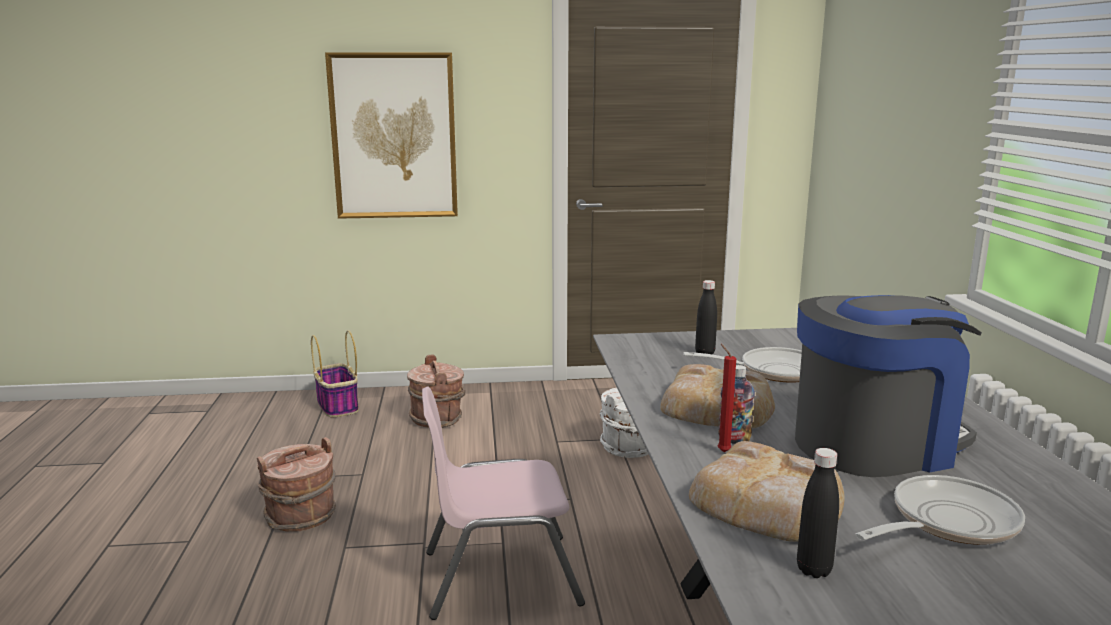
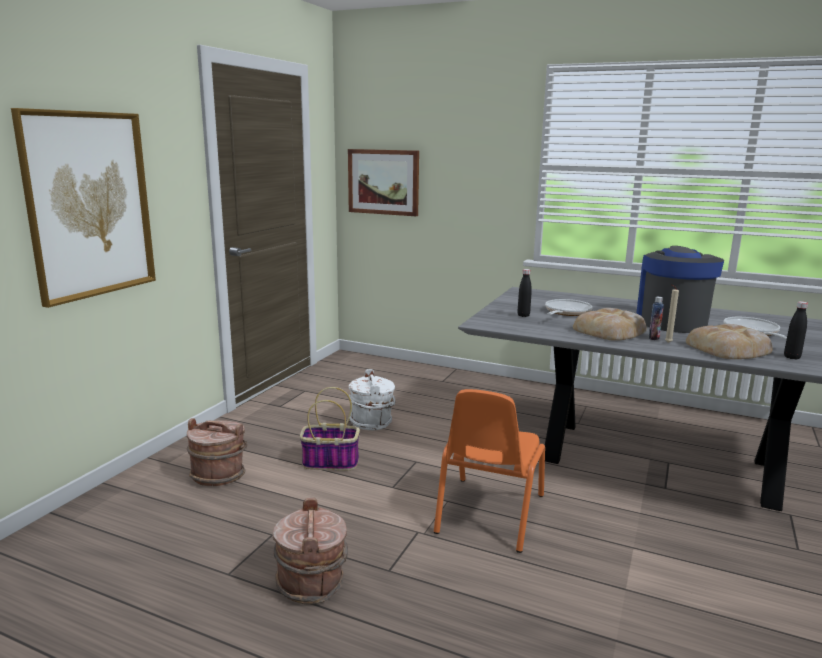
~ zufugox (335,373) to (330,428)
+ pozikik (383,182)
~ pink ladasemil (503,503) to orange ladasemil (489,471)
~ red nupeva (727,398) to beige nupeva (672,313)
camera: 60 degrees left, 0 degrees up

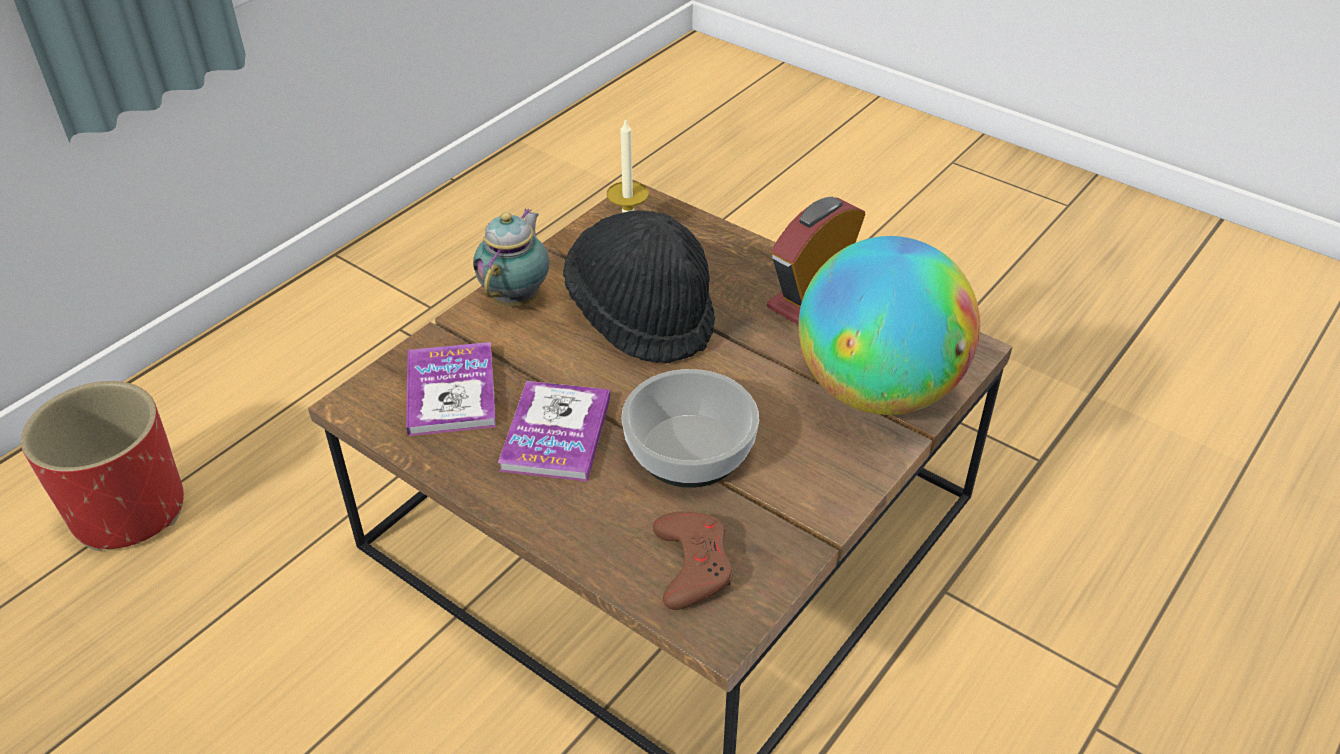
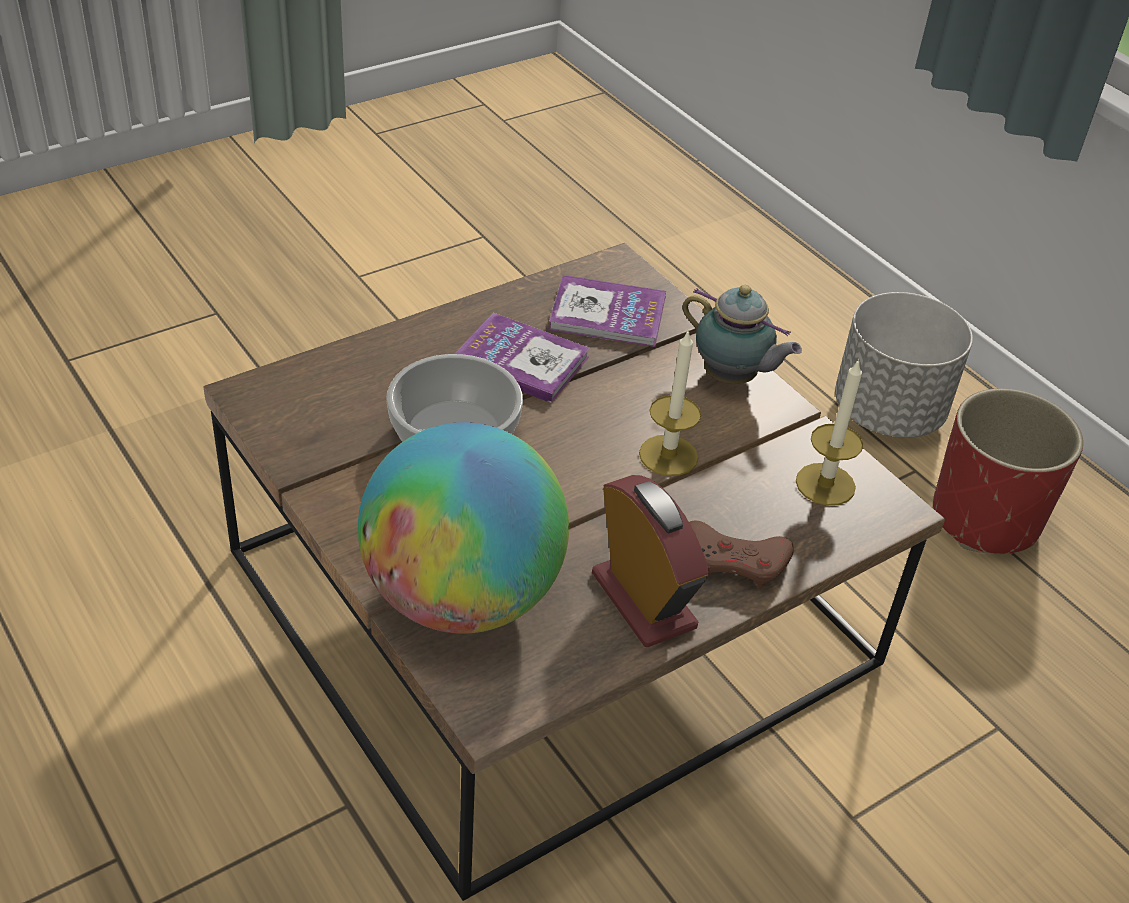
~ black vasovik (639,286) to nupeva (670,402)
~ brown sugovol (693,561) to (741,555)
+ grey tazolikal (904,365)
~ red tazolikal (102,466) to (1008,471)
camera: 105 degrees right, 0 degrees up

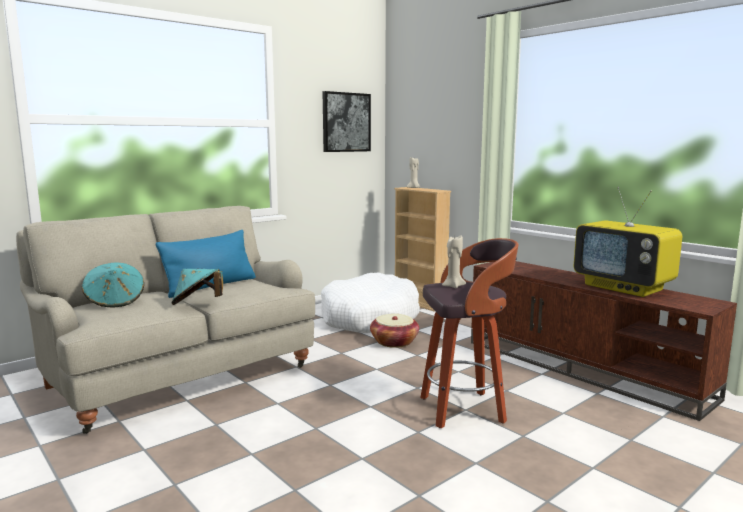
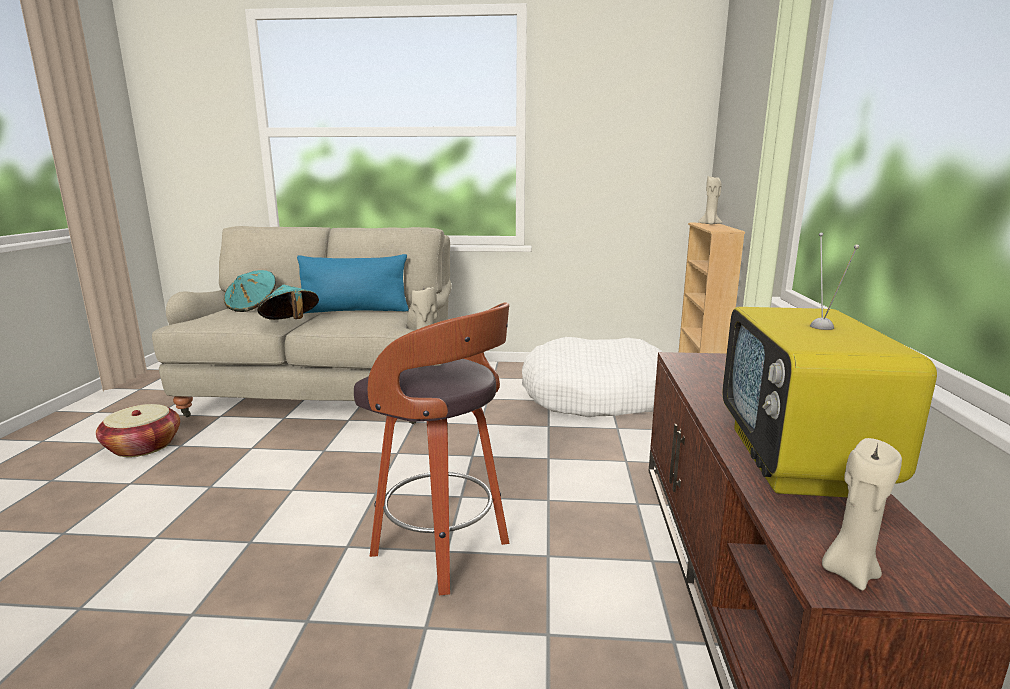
~ zufugox (394,331) to (138,430)
+ beige nupeva (862,514)
- pozikik (346,121)
camera: 45 degrees right, 5 degrees up

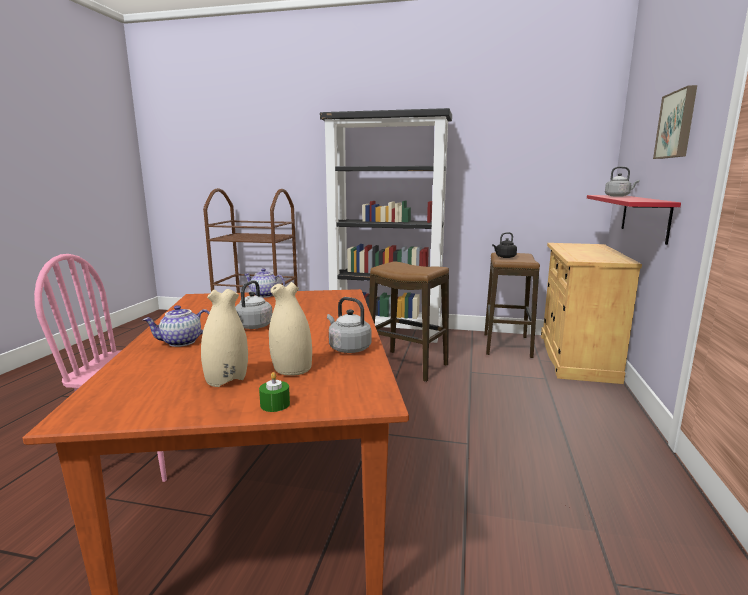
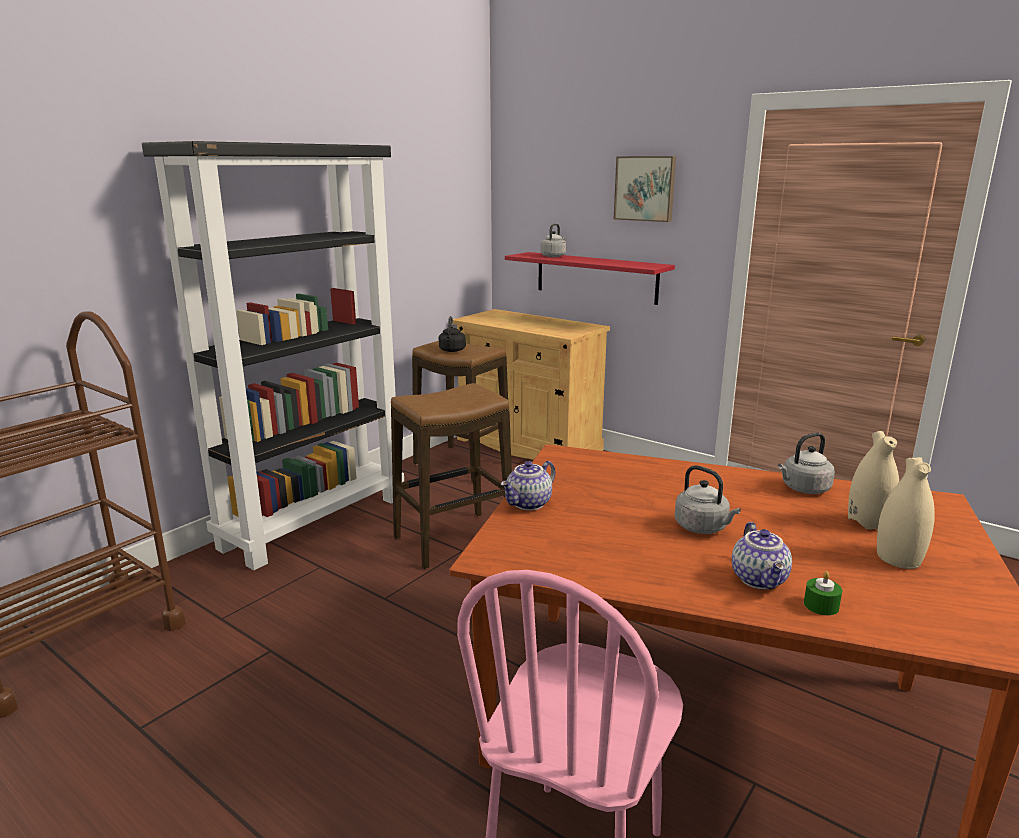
~ green nupeva (274,392) to (823,593)
camera: 65 degrees left, 5 degrees up

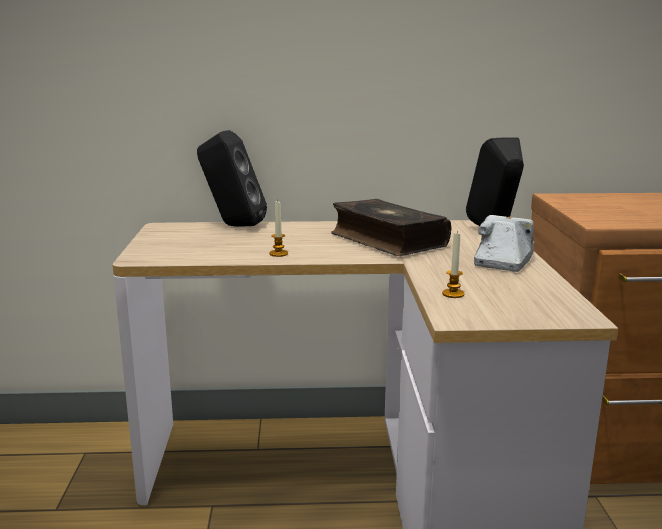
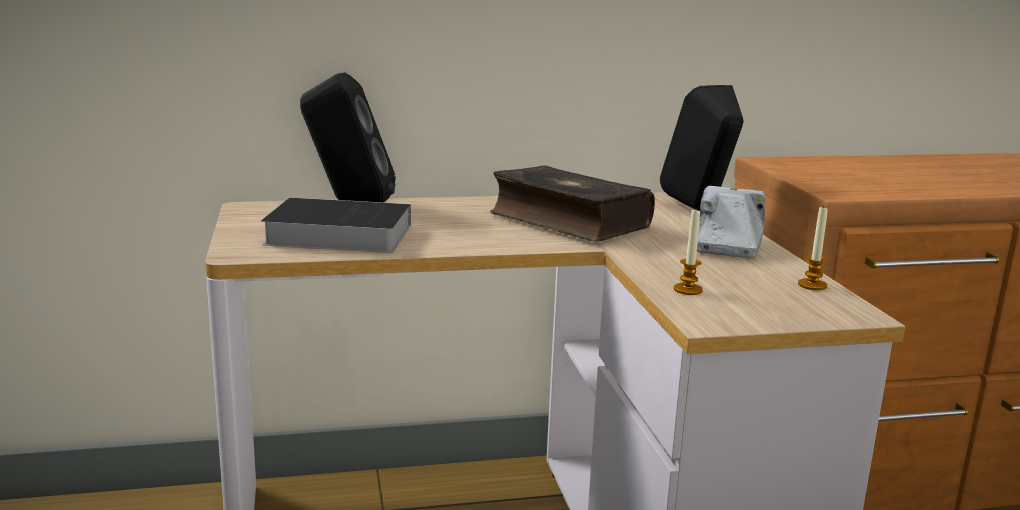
+ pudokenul (336,225)
~ nupeva (278,228) to (813,248)
camera: 10 degrees left, 0 degrees up

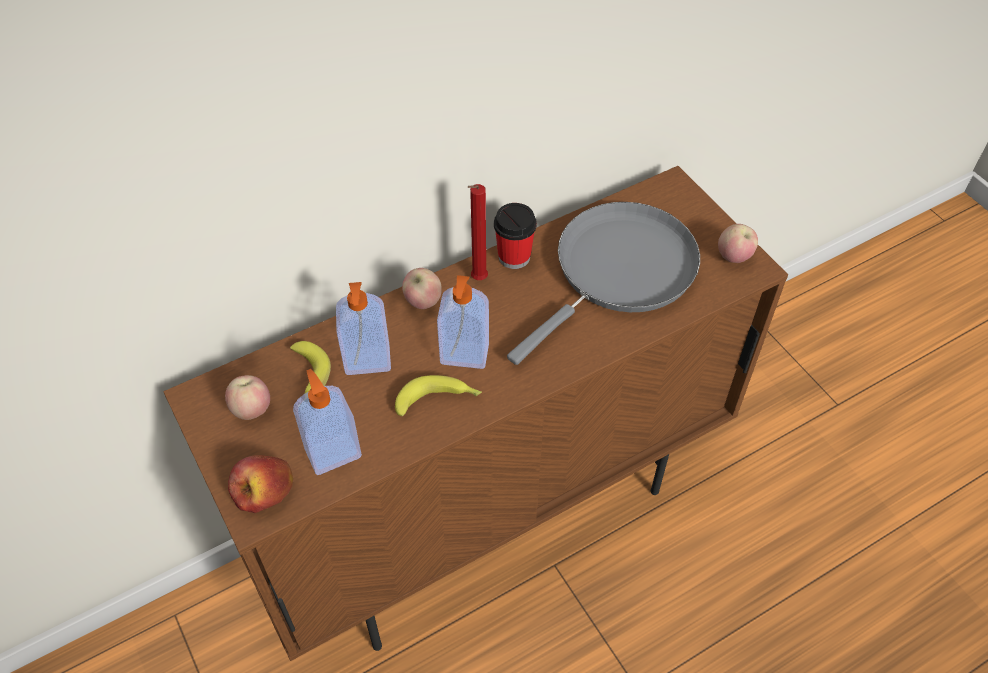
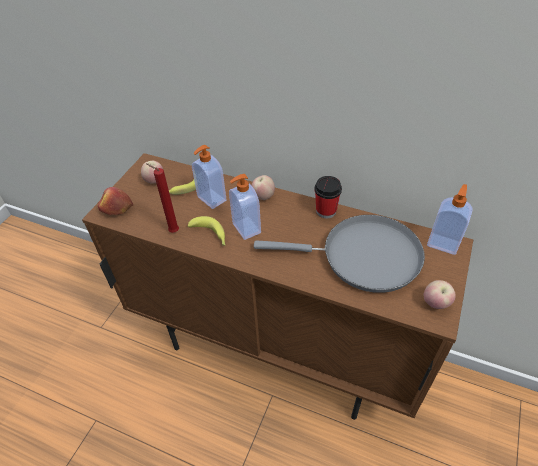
~ red nupeva (478,232) to (162,198)
~ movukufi (327,422) to (449,219)
camera: 55 degrees right, 5 degrees down

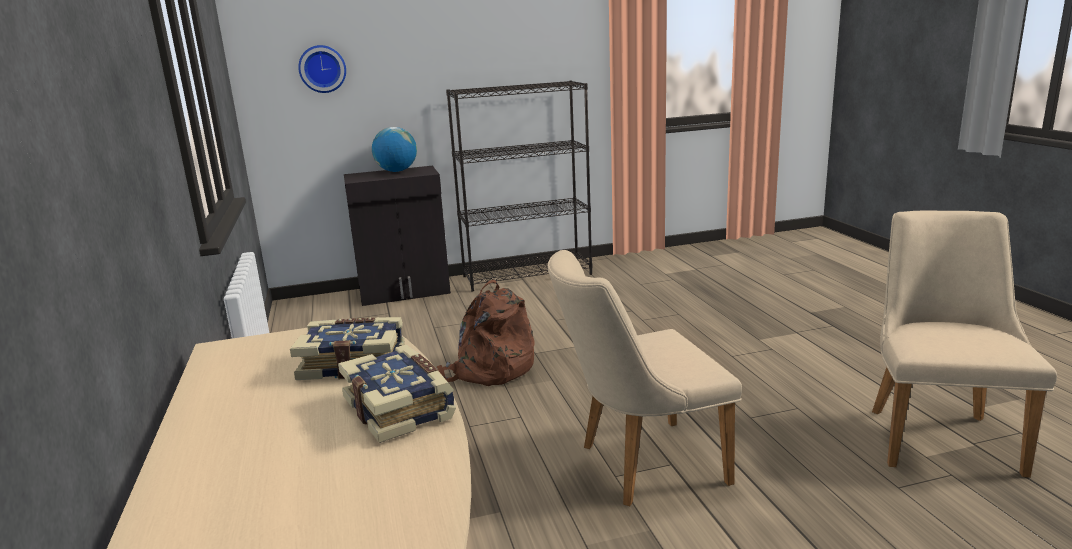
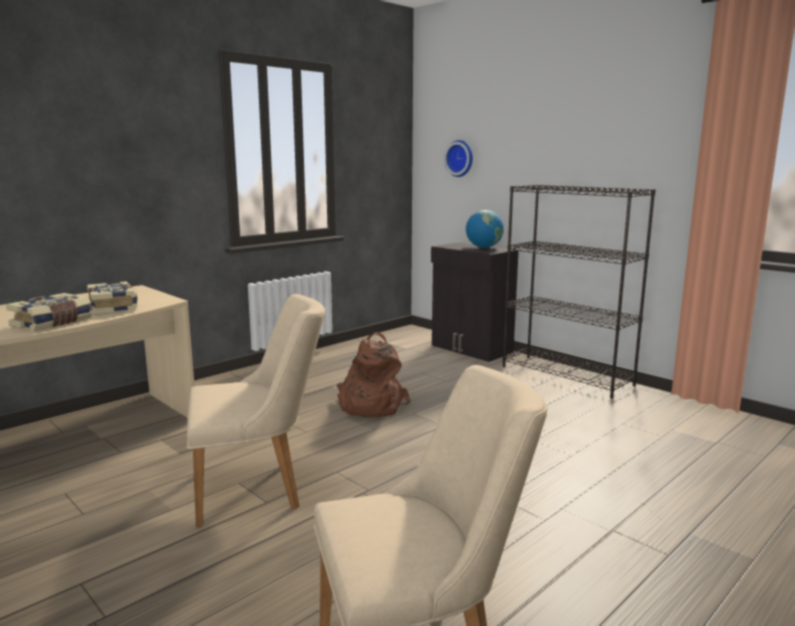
~ beige ladasemil (645,378) = (256,410) 120 degrees clockwise
camera: 60 degrees right, 5 degrees down

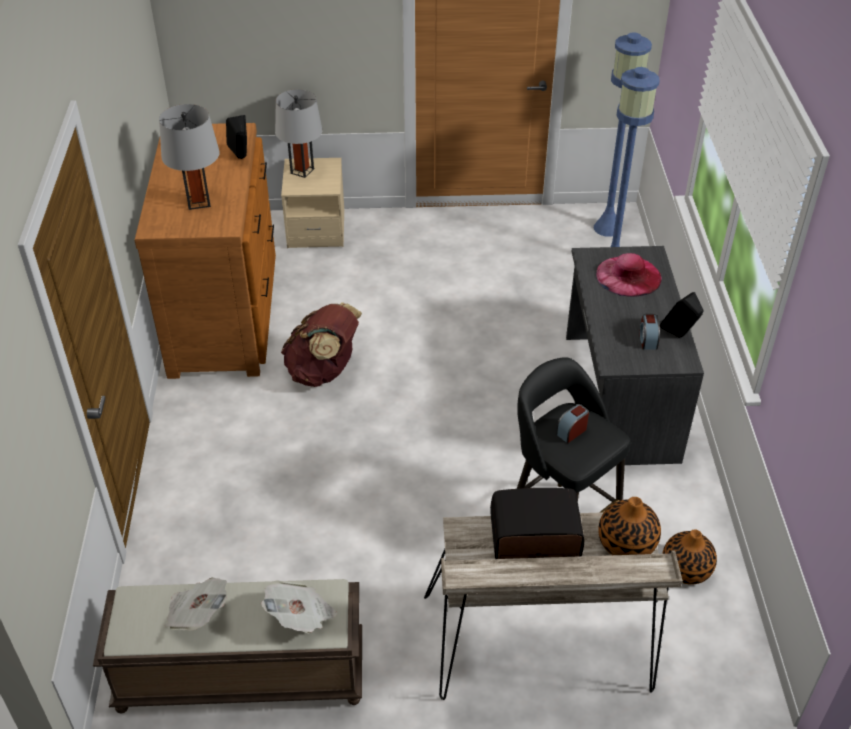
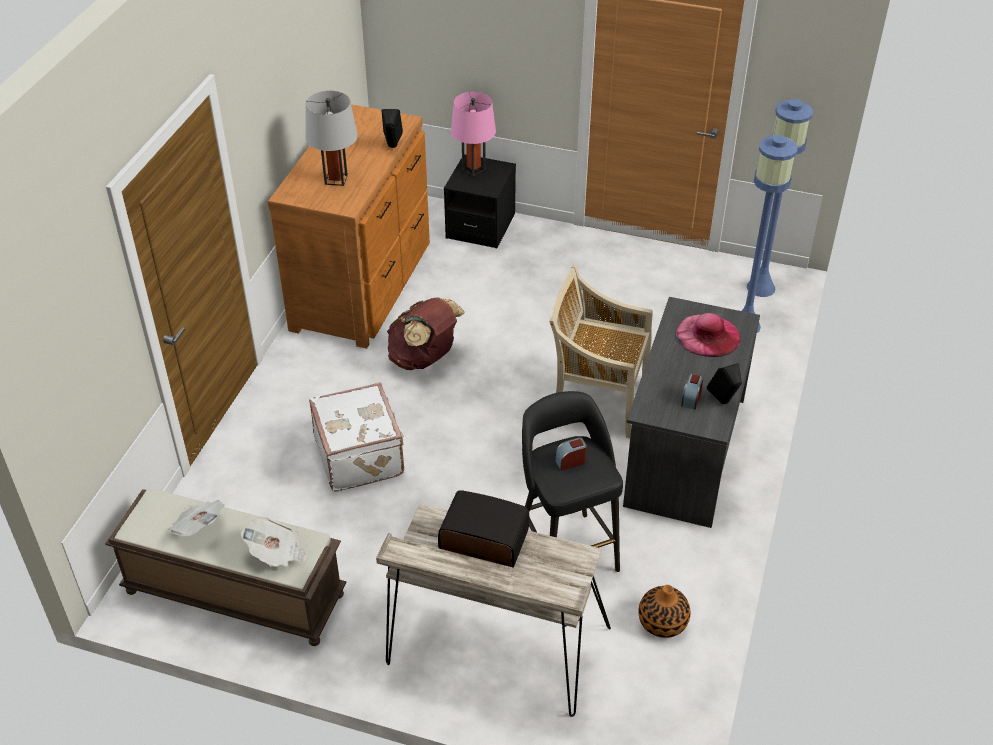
+ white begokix (356,437)
~ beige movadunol (312,203) to black movadunol (480,201)
~ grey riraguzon (298,133) to pink riraguzon (473,134)
+ beige ladasemil (600,351)
- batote (629,526)
camera: 20 degrees right, 0 degrees up

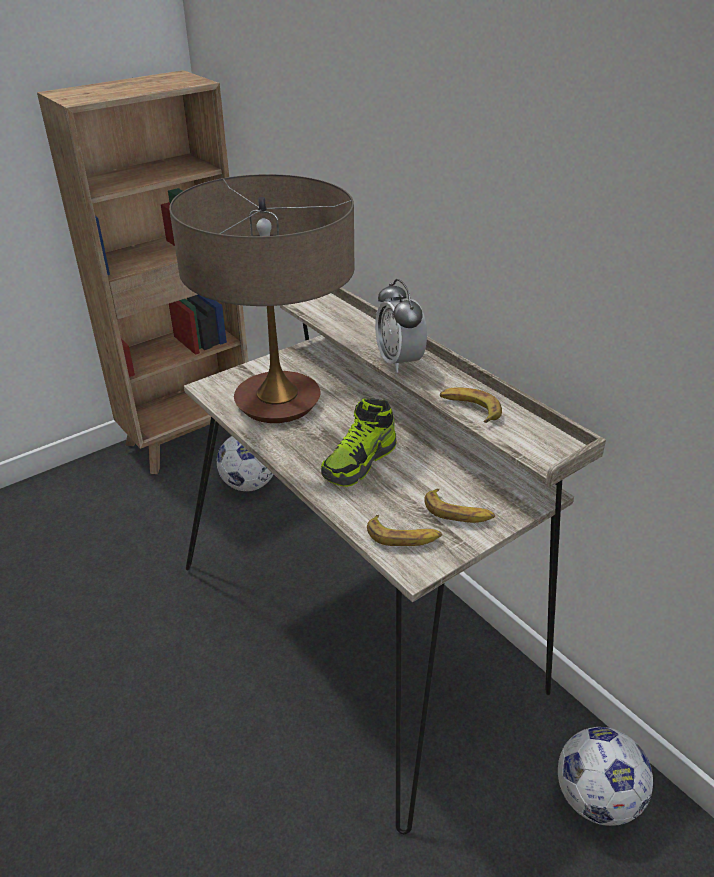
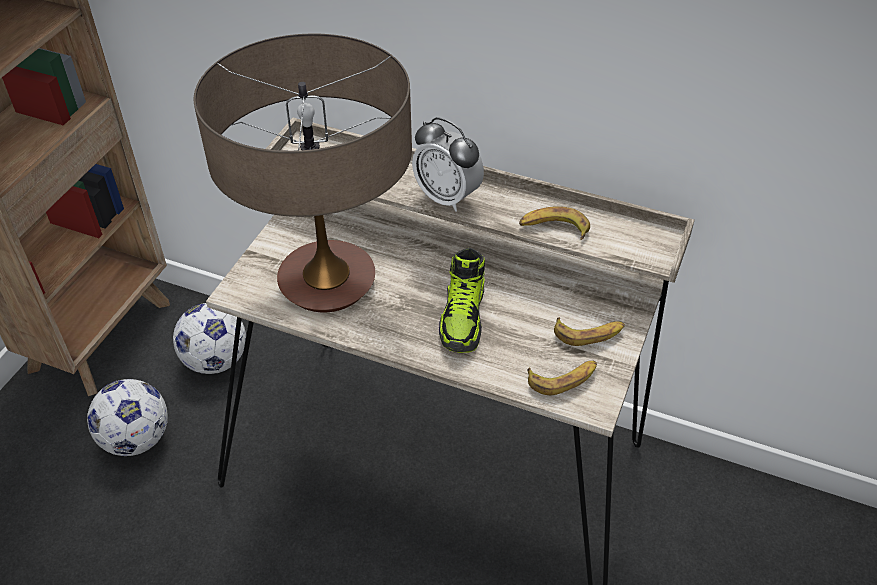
~ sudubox (605,776) to (127,417)
camera: 30 degrees left, 10 degrees up

